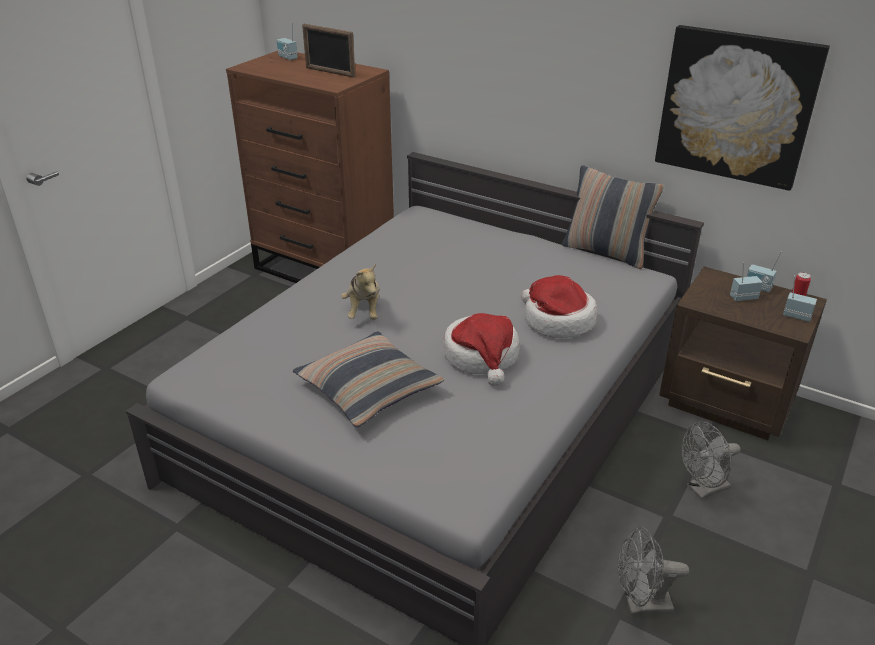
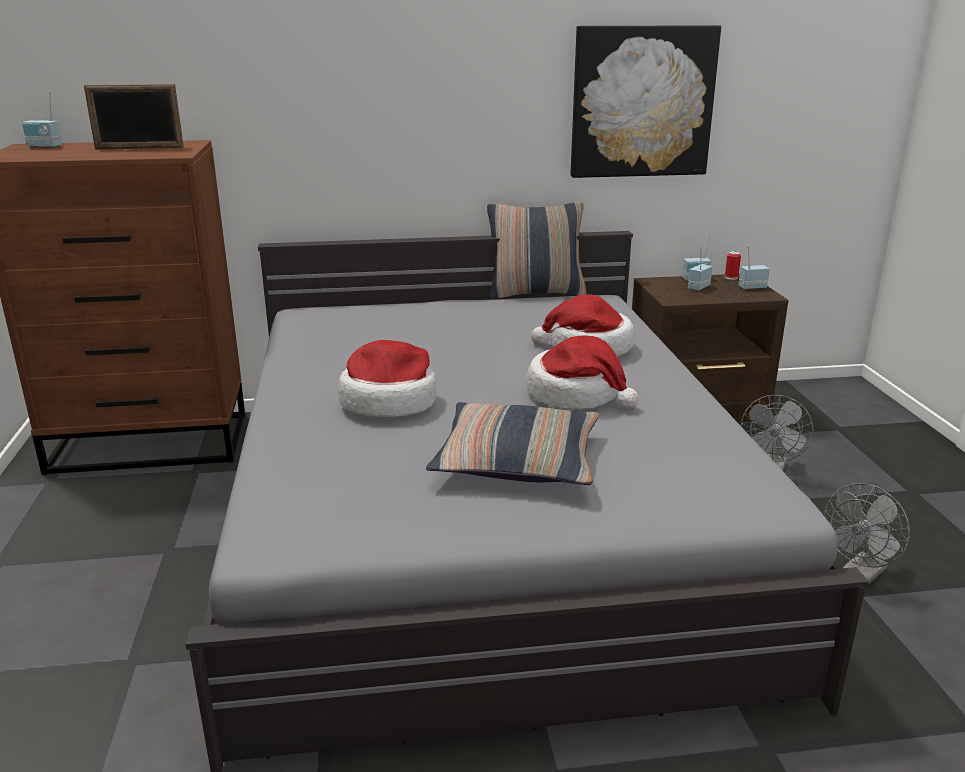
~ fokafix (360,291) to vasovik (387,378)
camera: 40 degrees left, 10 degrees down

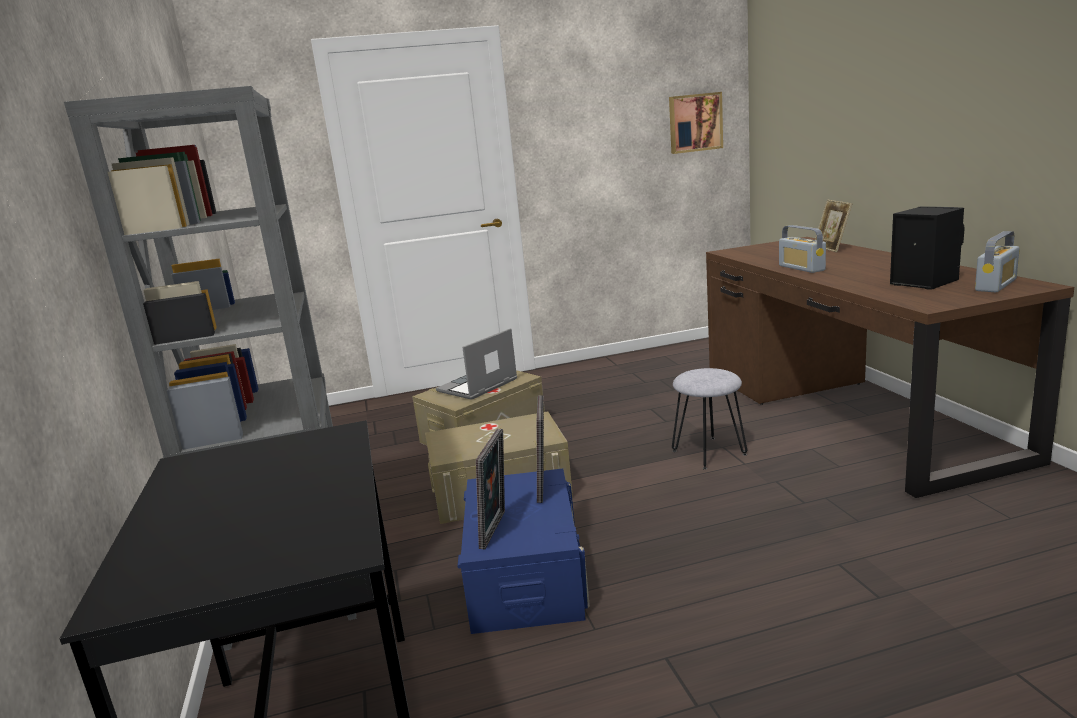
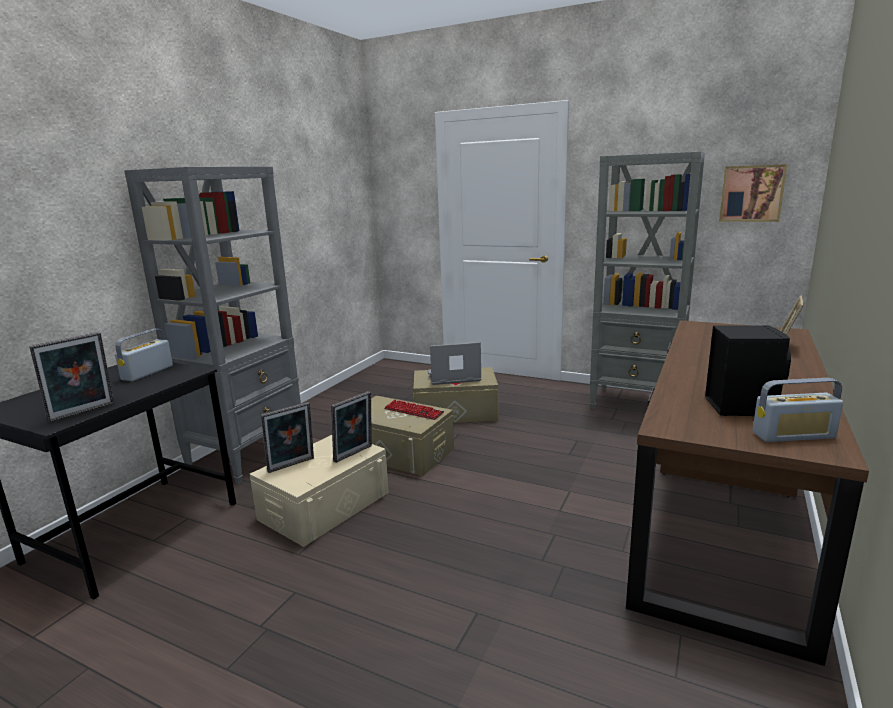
+ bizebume (71,377)
~ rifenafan (802,249) to (144,355)
~ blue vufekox (523,551) to beige vufekox (319,491)
+ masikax (414,410)
+ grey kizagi (647,280)
- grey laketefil (709,419)
camera: 40 degrees right, 0 degrees up

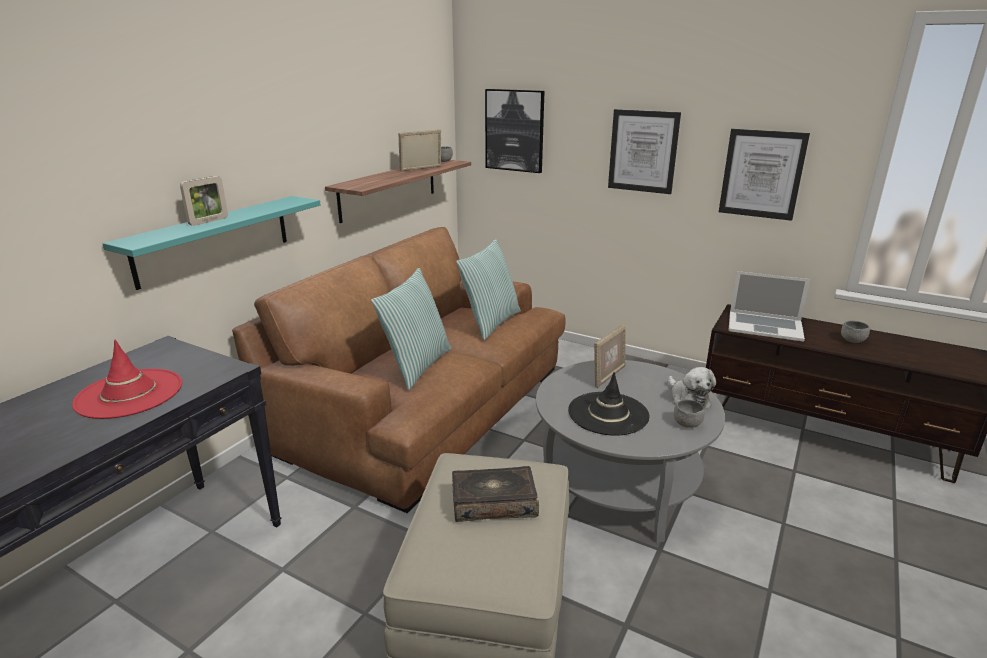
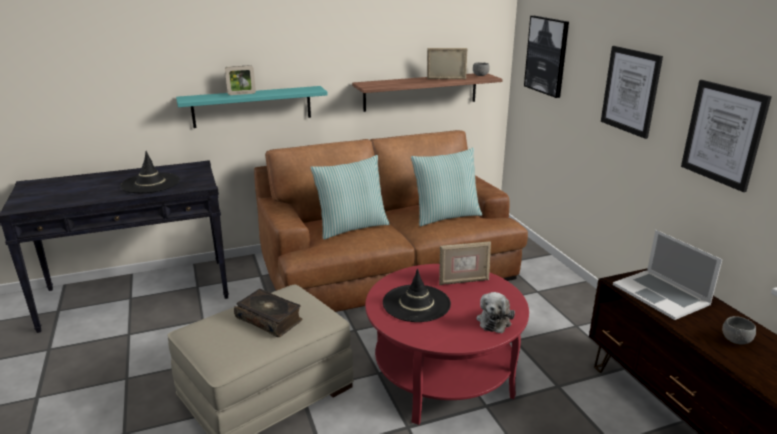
~ red vasovik (127,379) to black vasovik (150,172)
~ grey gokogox (630,451) to red gokogox (447,344)
- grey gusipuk (689,413)
camera: 40 degrees right, 0 degrees up

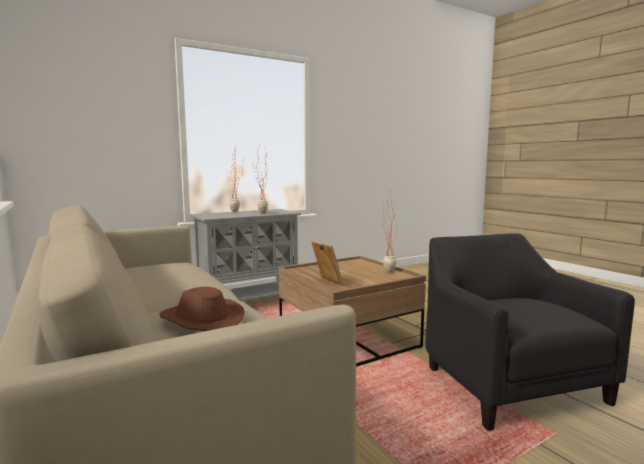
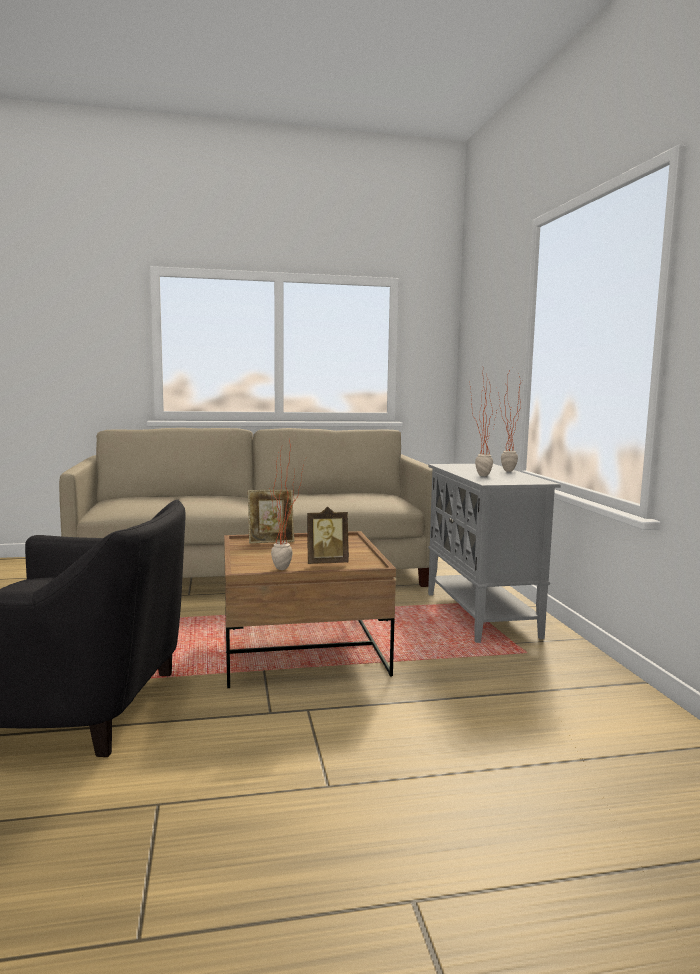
+ bizebume (328,535)
- brown vasovik (202,309)
camera: 110 degrees right, 0 degrees up

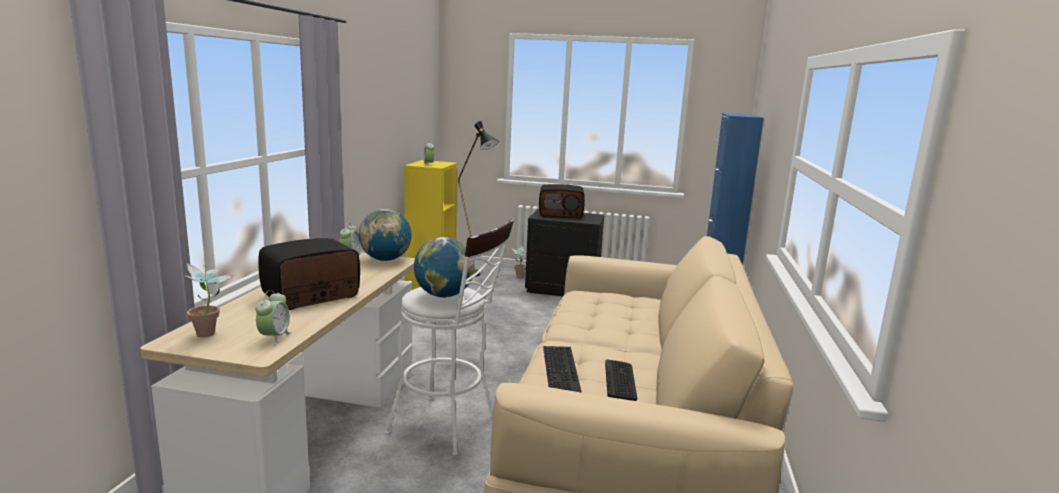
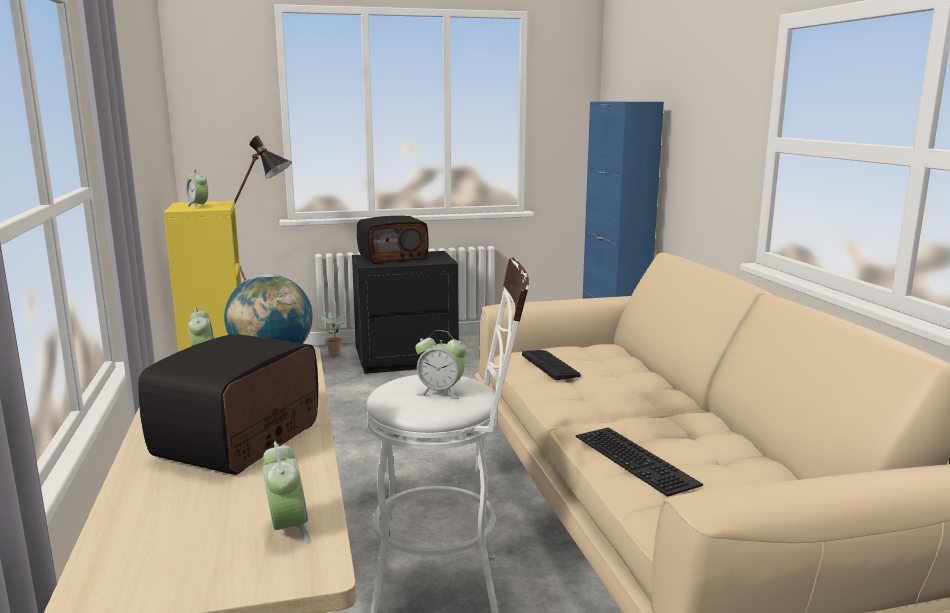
~ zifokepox (444,267) to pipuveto (441,364)
~ masikax (621,380) to (551,365)
- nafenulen (209,300)
camera: 25 degrees left, 0 degrees up

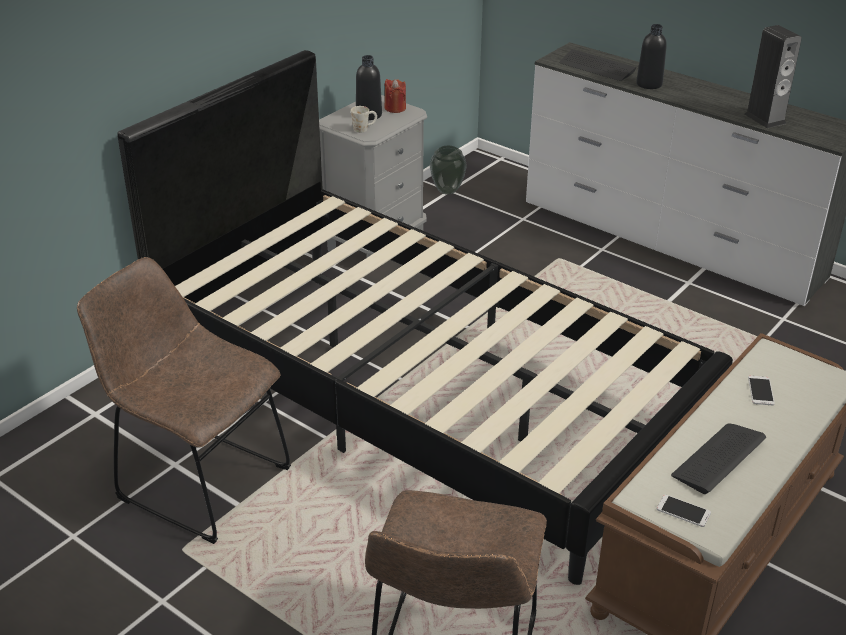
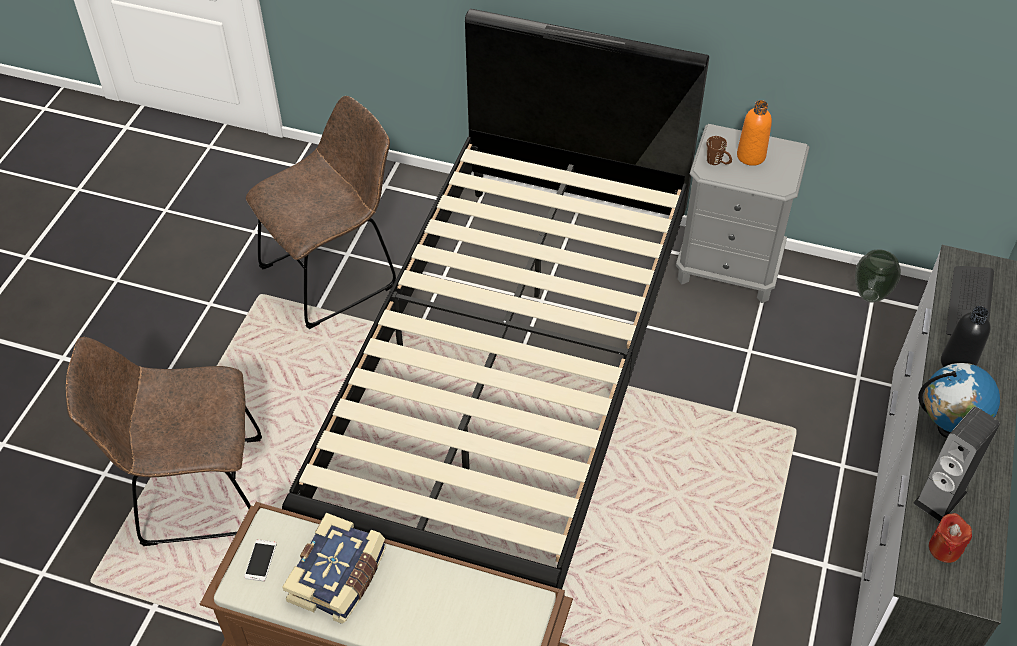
~ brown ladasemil (184,400) = (321,212) 45 degrees clockwise
~ masikax (718,459) to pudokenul (334,568)
~ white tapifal (364,119) to brown tapifal (719,150)
~ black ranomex (369,87) to orange ranomex (754,133)
+ zifokepox (959,400)
~ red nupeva (395,96) to (950,538)
- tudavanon (761,390)
camera: 70 degrees right, 15 degrees up

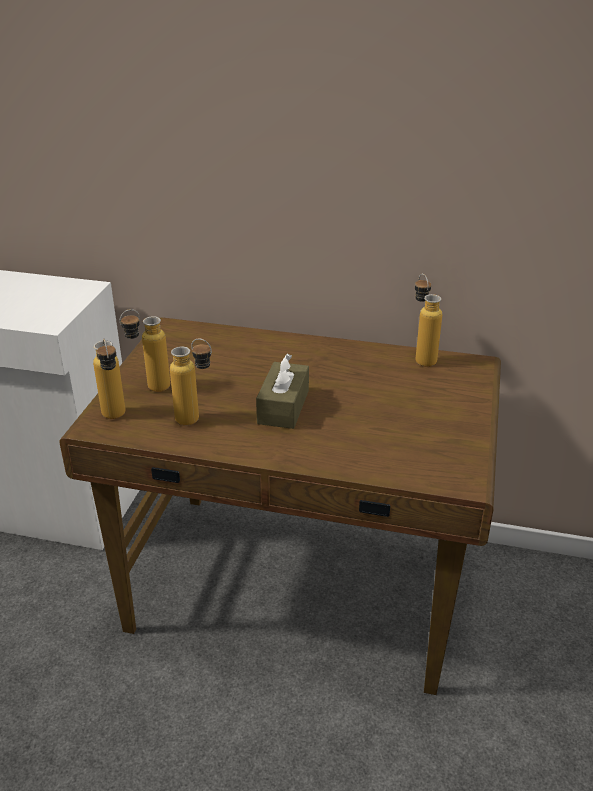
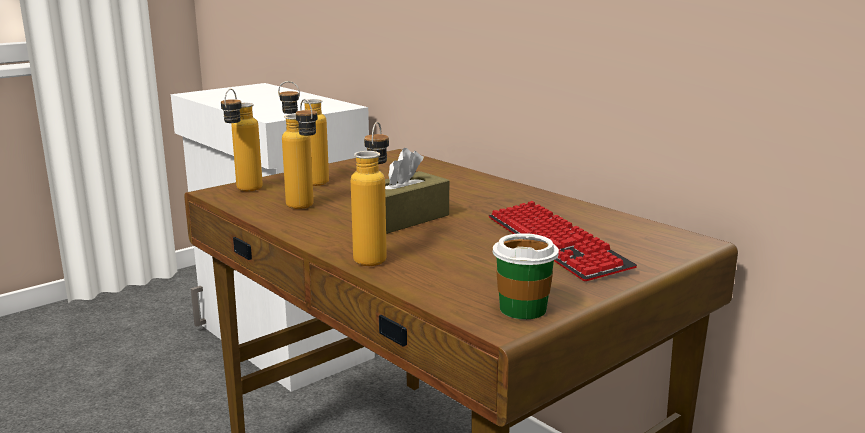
~ ranomex (428,320) to (370,194)
+ masikax (563,241)
+ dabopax (525,276)
camera: 35 degrees right, 15 degrees down

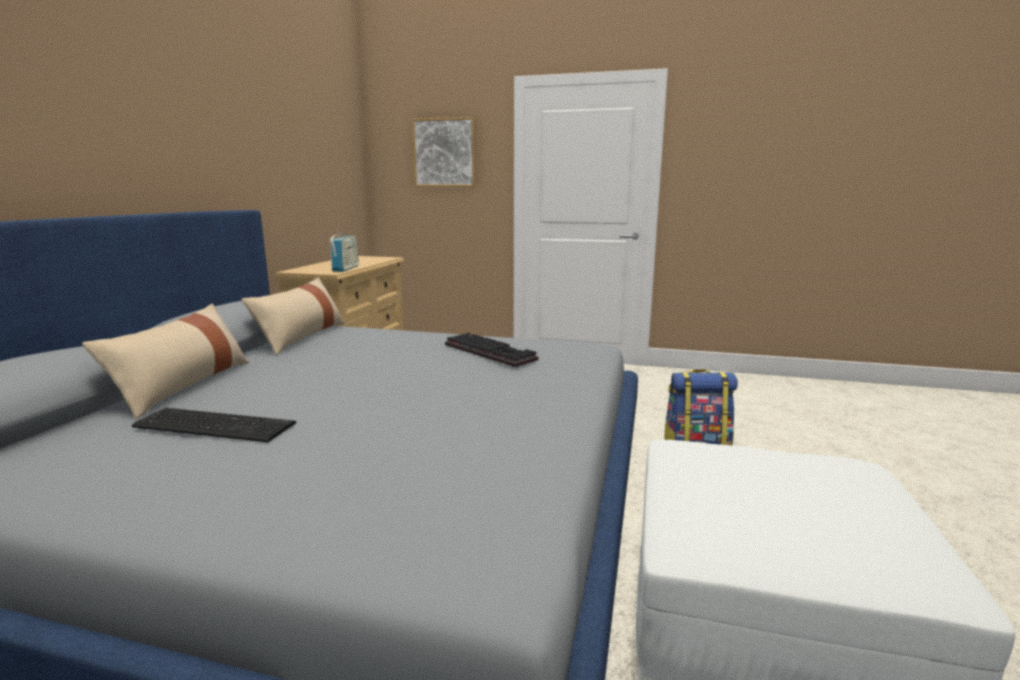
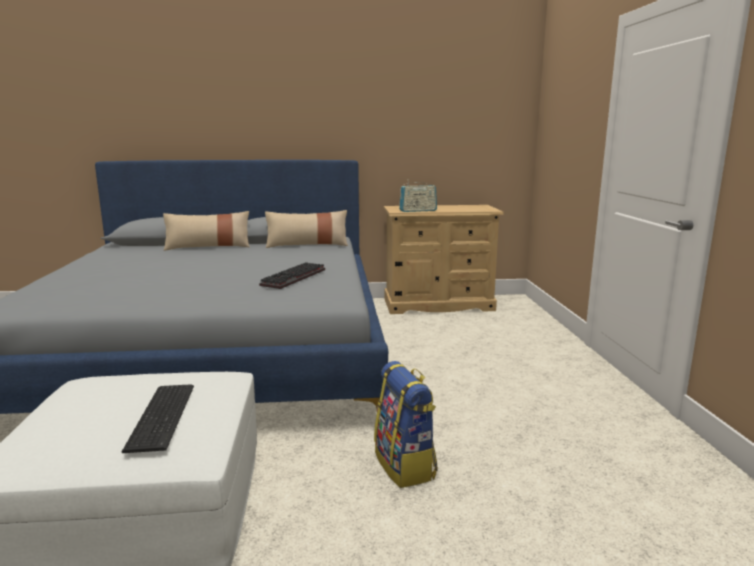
~ masikax (214,425) to (158,418)
- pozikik (443,152)
camera: 70 degrees right, 0 degrees up

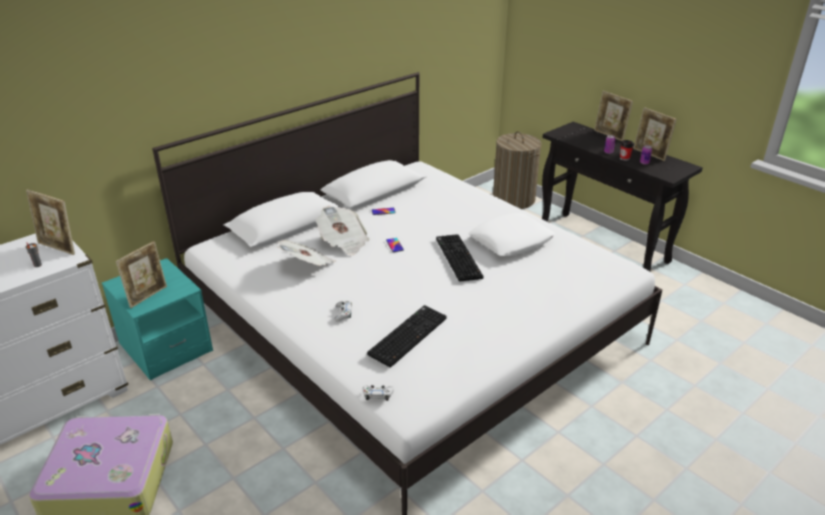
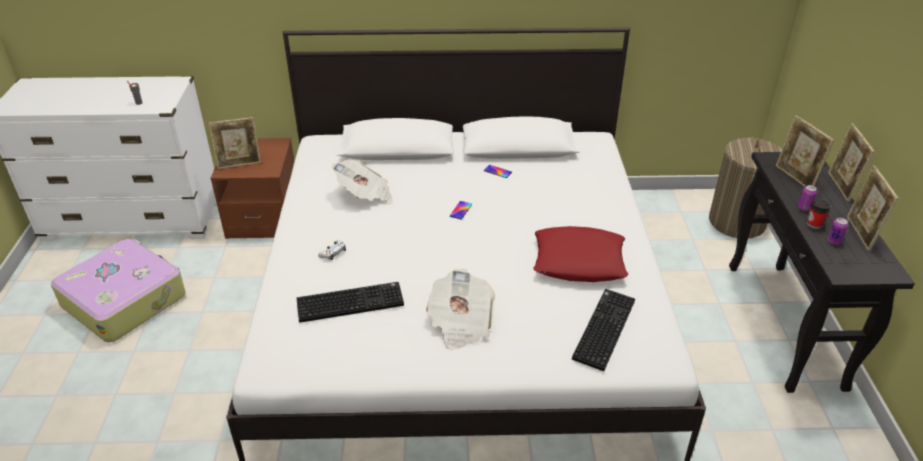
~ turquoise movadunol (157,319) to brown movadunol (252,188)
~ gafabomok (342,230) to (461,309)
~ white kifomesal (511,234) to red kifomesal (580,254)
~ masikax (460,258) to (603,330)
~ bizebume (50,222) to (805,151)
- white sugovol (378,393)
camera: 40 degrees right, 5 degrees up

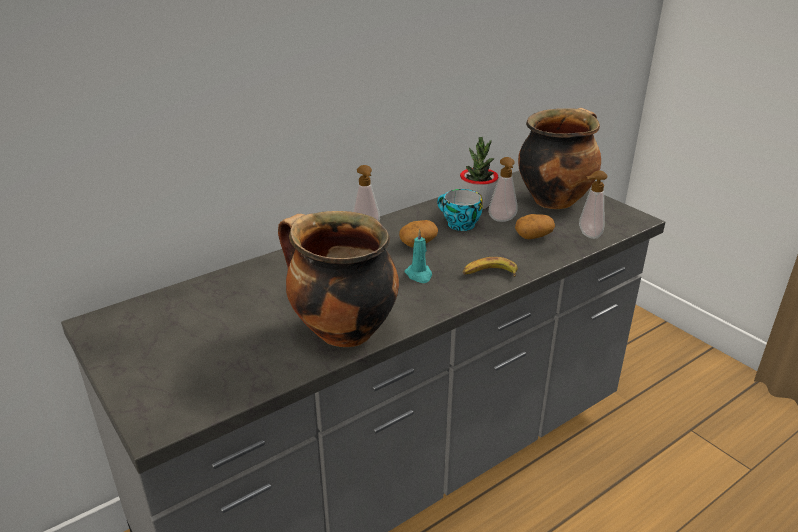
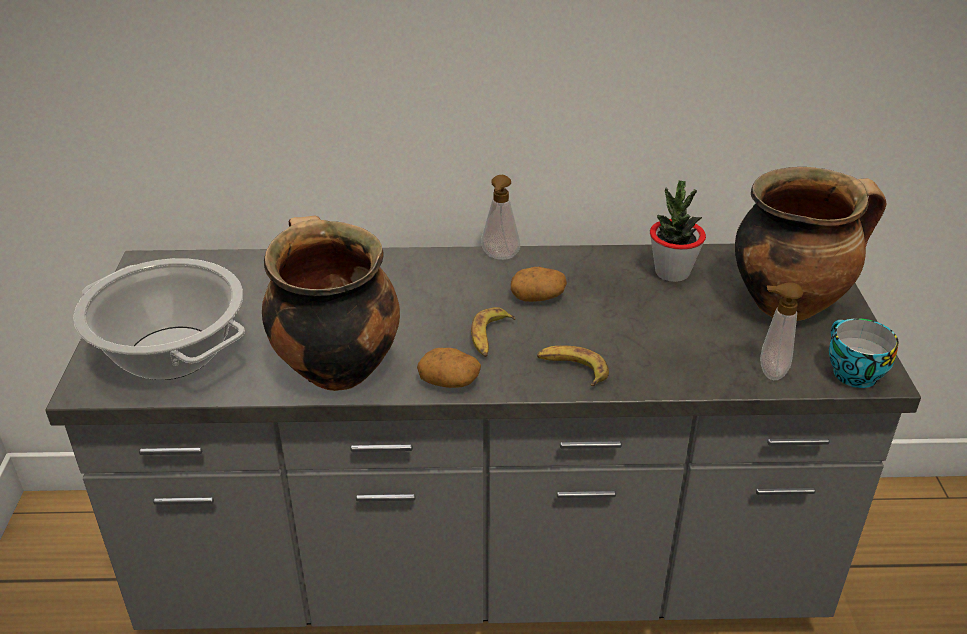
+ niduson (159,319)
~ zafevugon (535,226) to (449,368)
~ turquoise nupeva (418,256) to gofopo (493,332)
~ dabopax (460,210) to (864,353)
- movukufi (503,189)
camera: 35 degrees right, 5 degrees up

